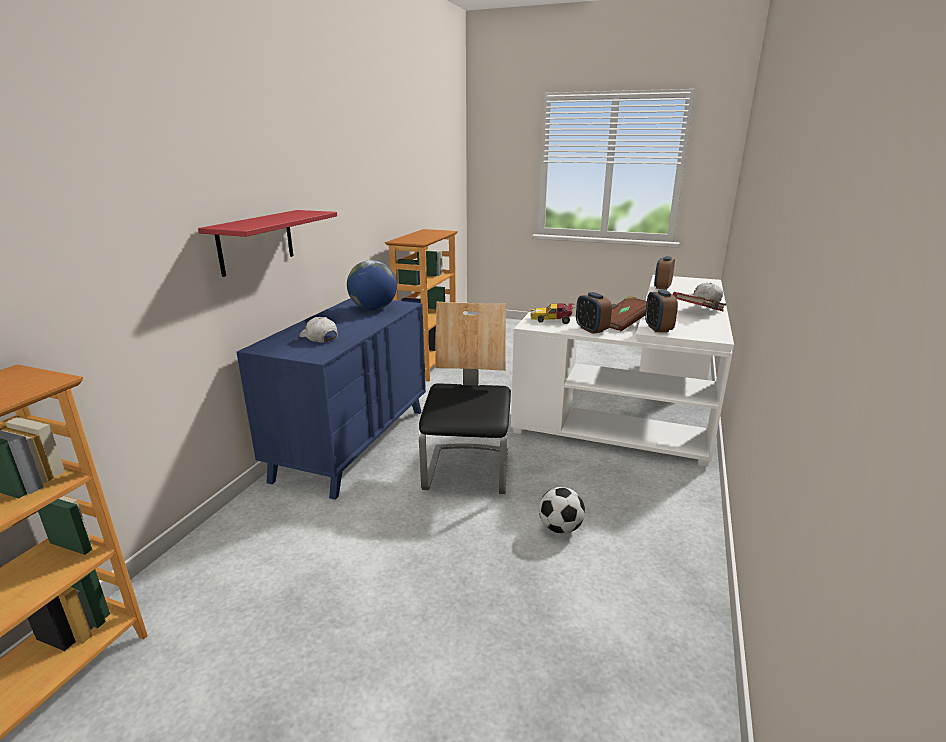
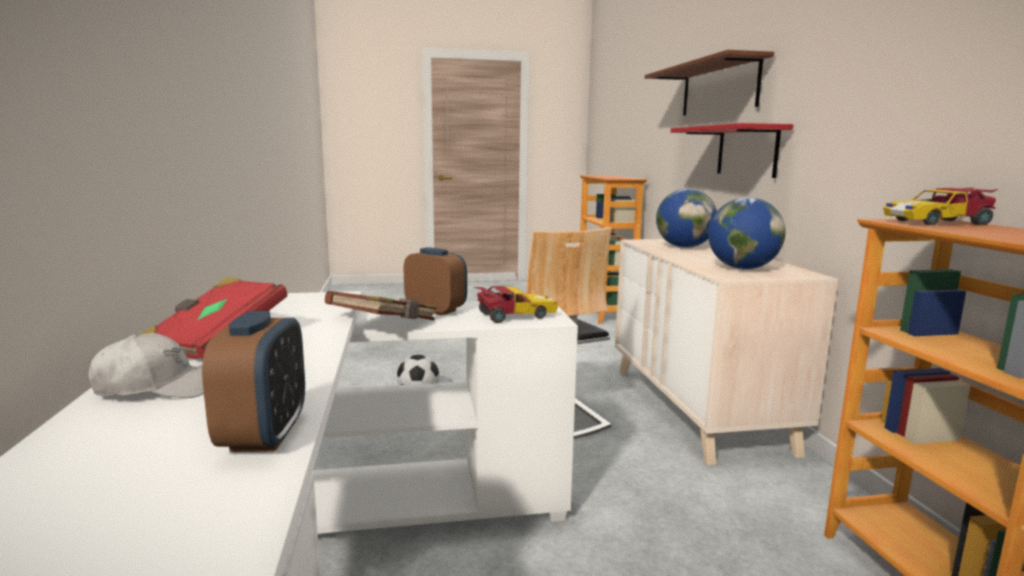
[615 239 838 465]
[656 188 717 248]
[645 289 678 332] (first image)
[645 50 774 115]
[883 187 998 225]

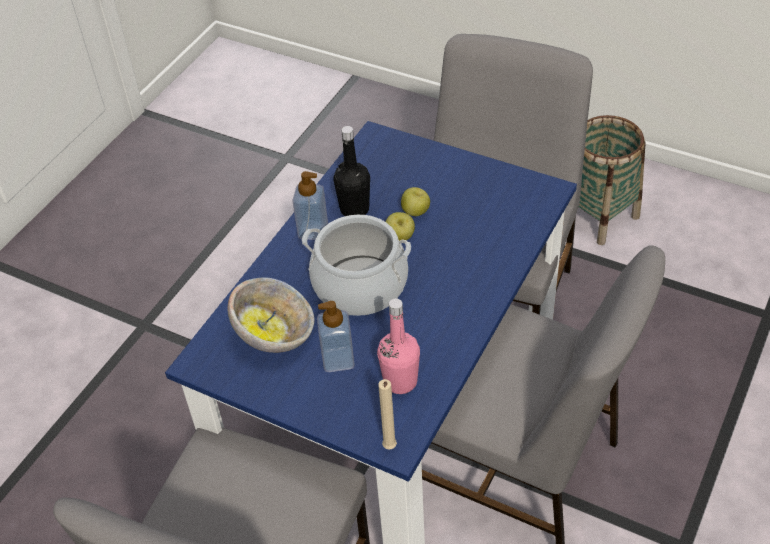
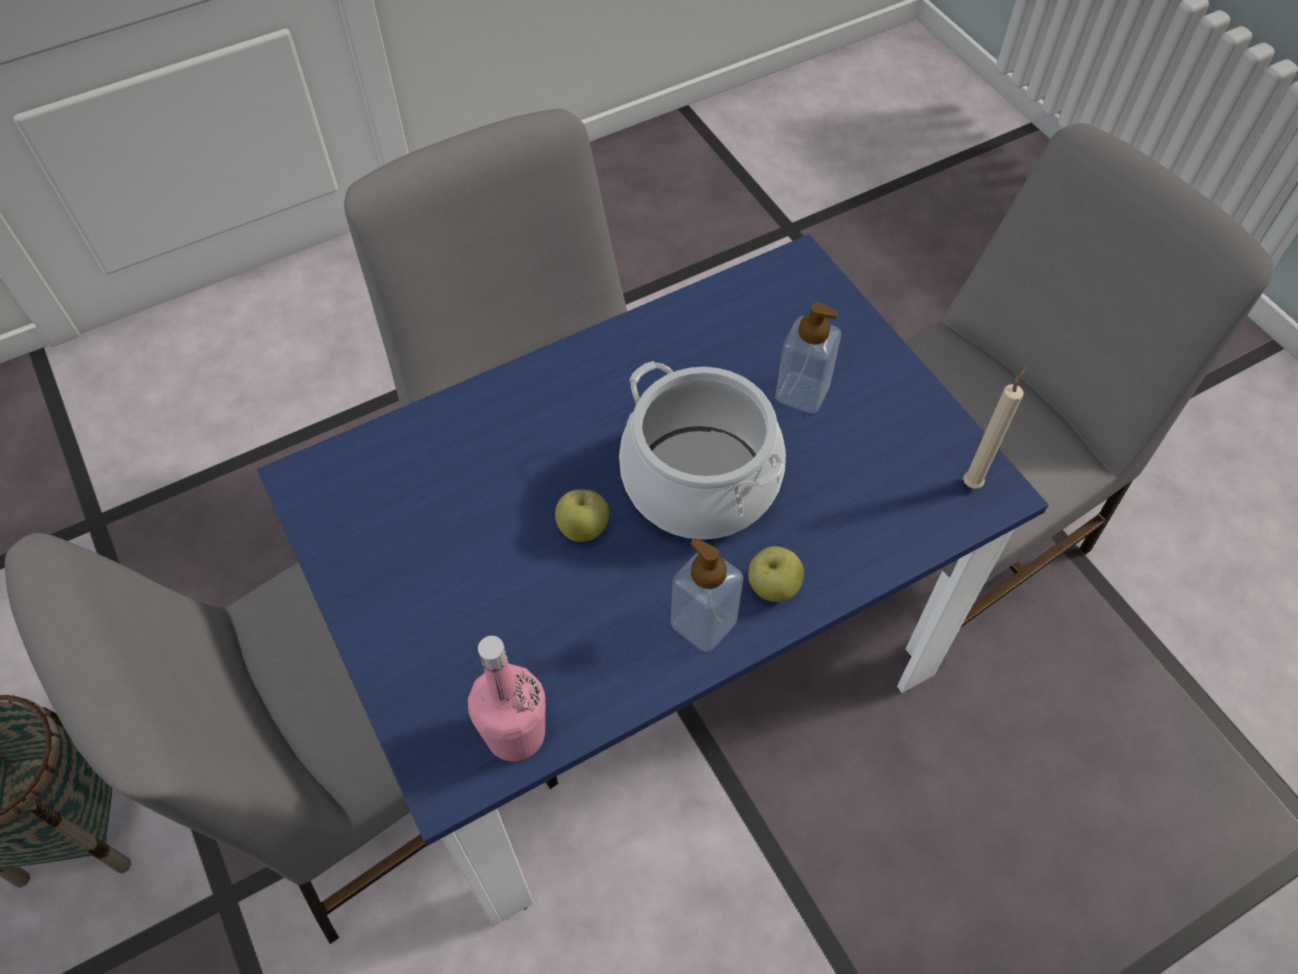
[228 278 314 353] (first image)
[333 126 370 216] (first image)
[468 636 545 762]
[963 366 1027 489]
[748 546 804 602]

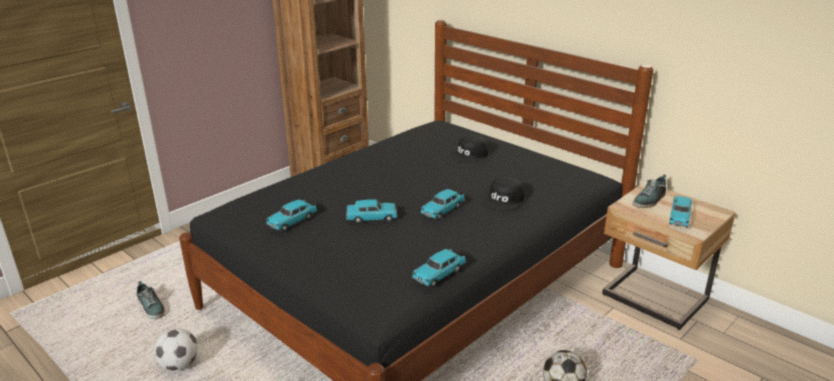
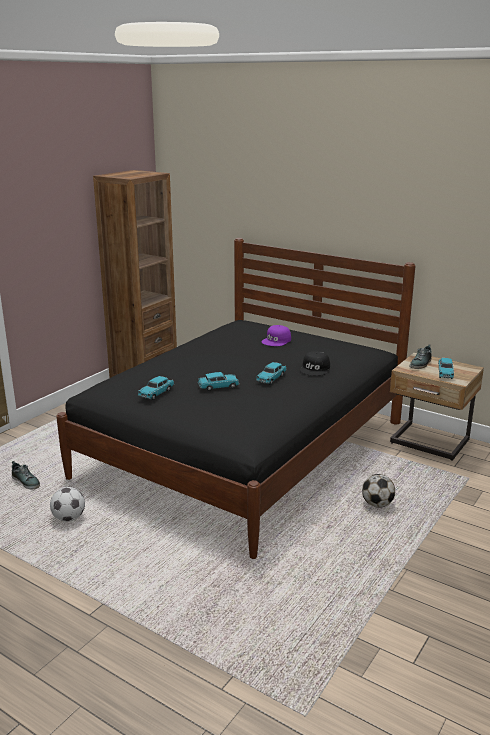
[412 249 466 287] (first image)
[262 325 291 346]

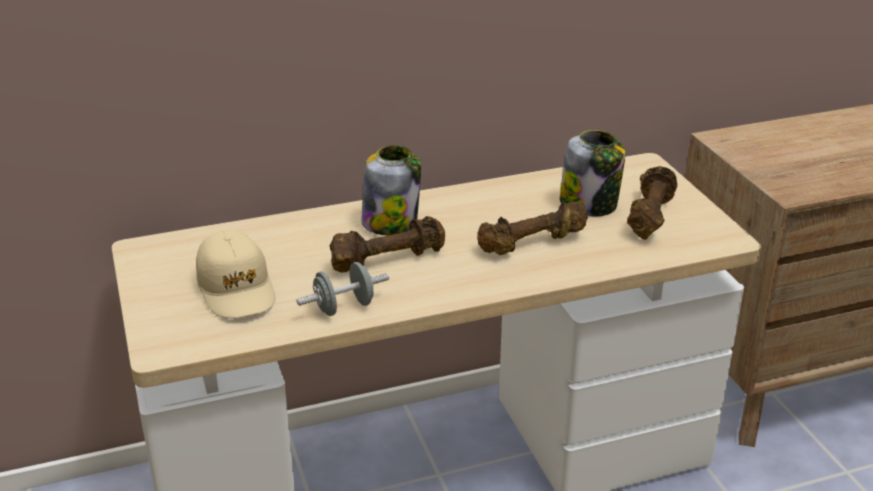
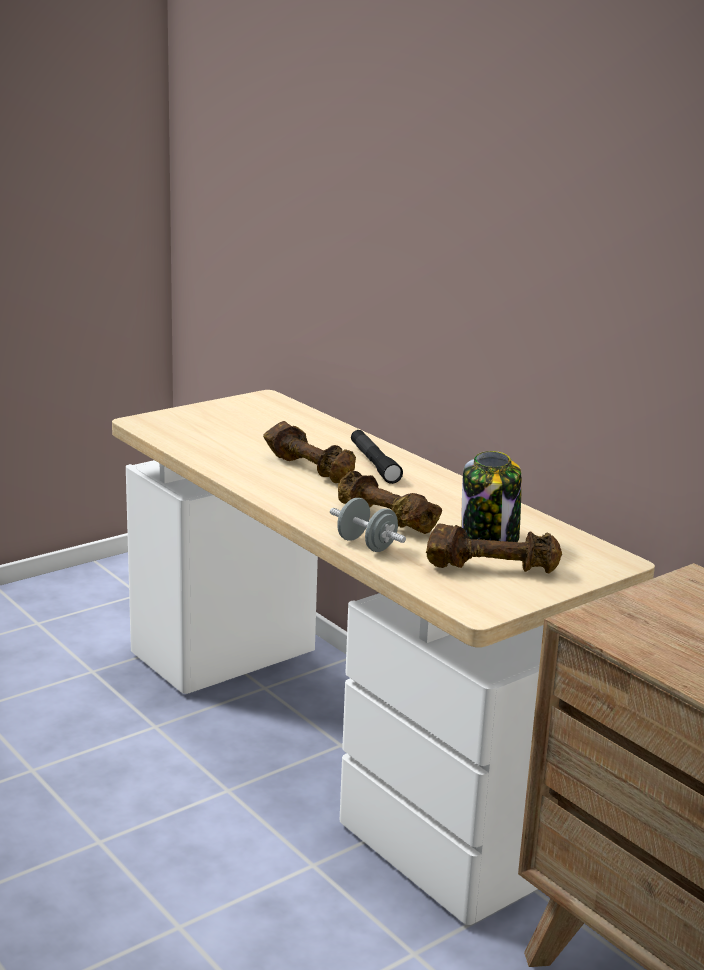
[196 230 275 318] (first image)
[330 498 406 552]
[351 430 403 484]

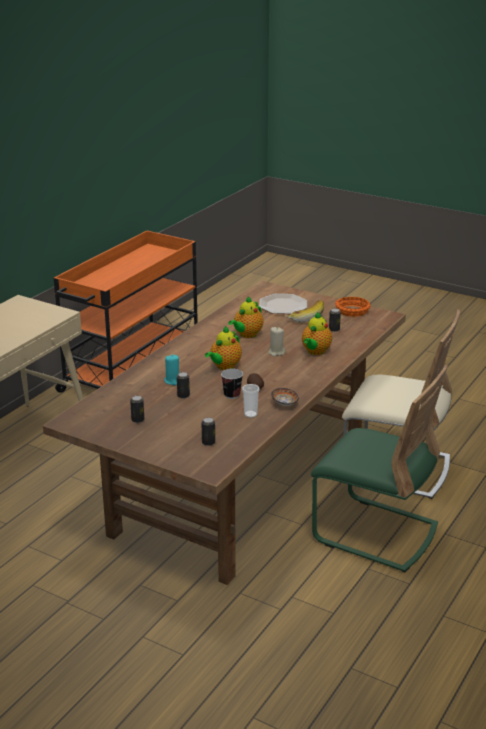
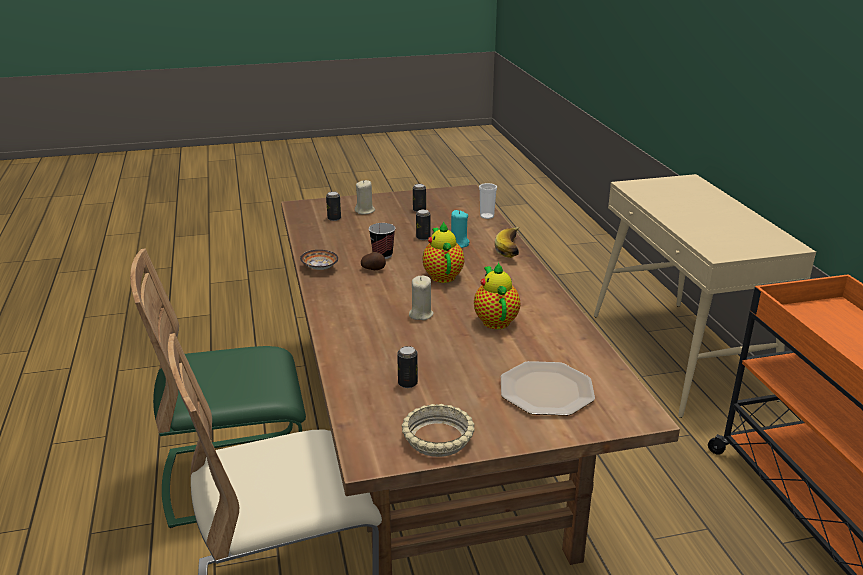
[479 183 497 219]
[495 227 519 258]
[302 312 332 355] (first image)
[402 404 475 457]
[355 180 375 214]

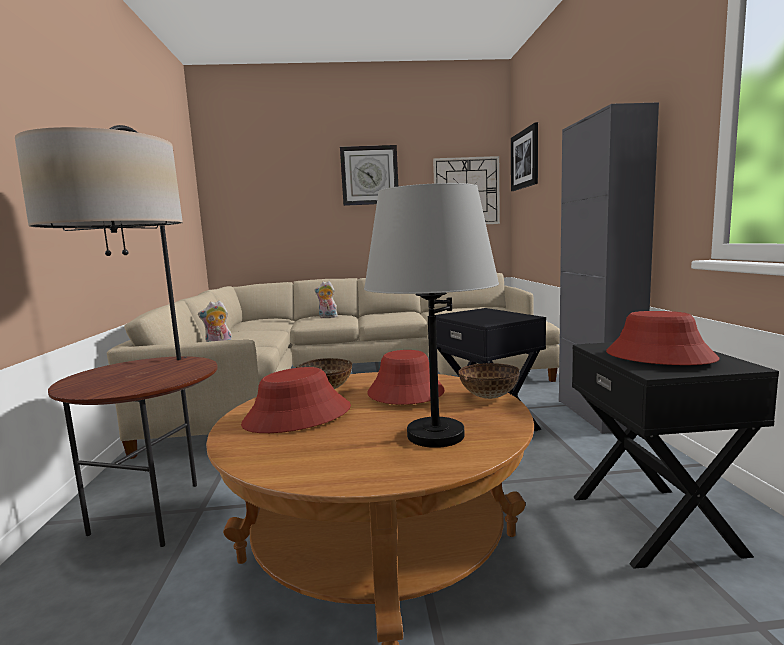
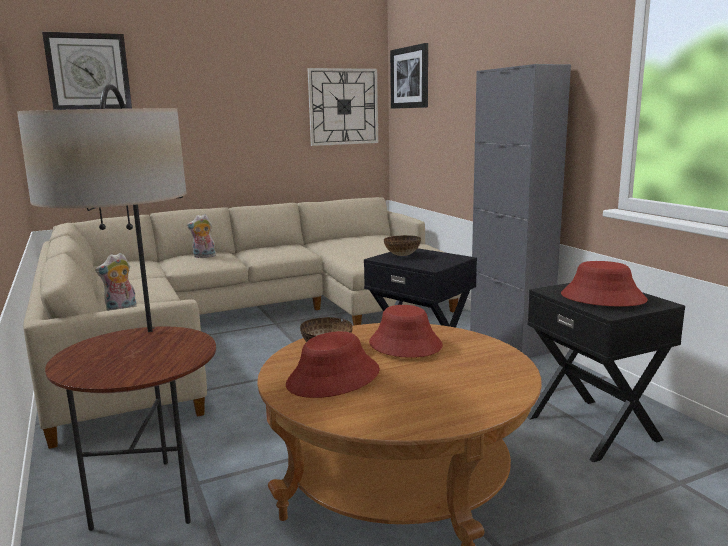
[42 32 132 110]
[364 183 499 448] (first image)
[384 235 421 256]

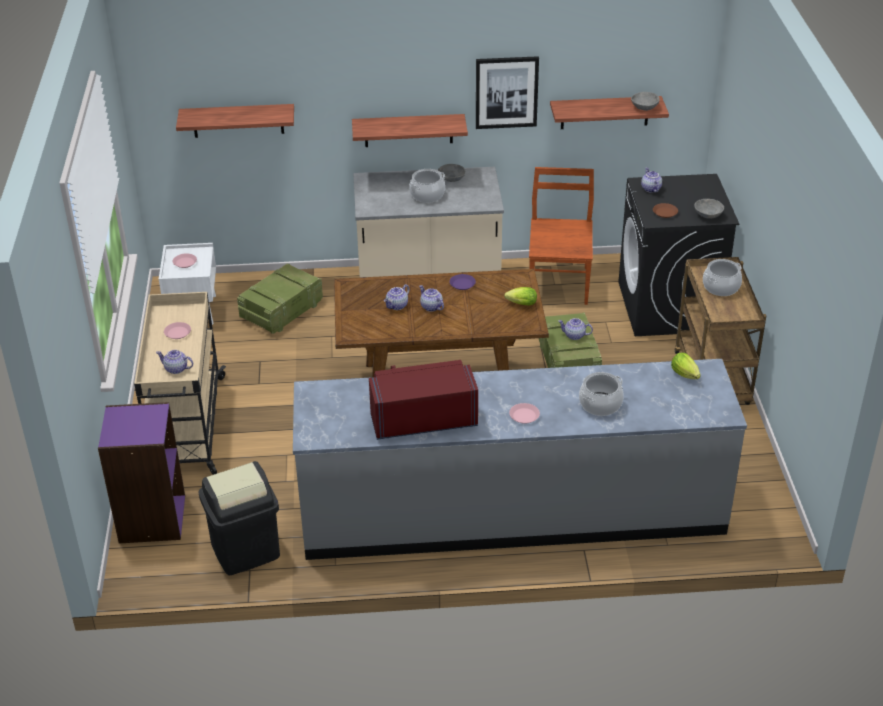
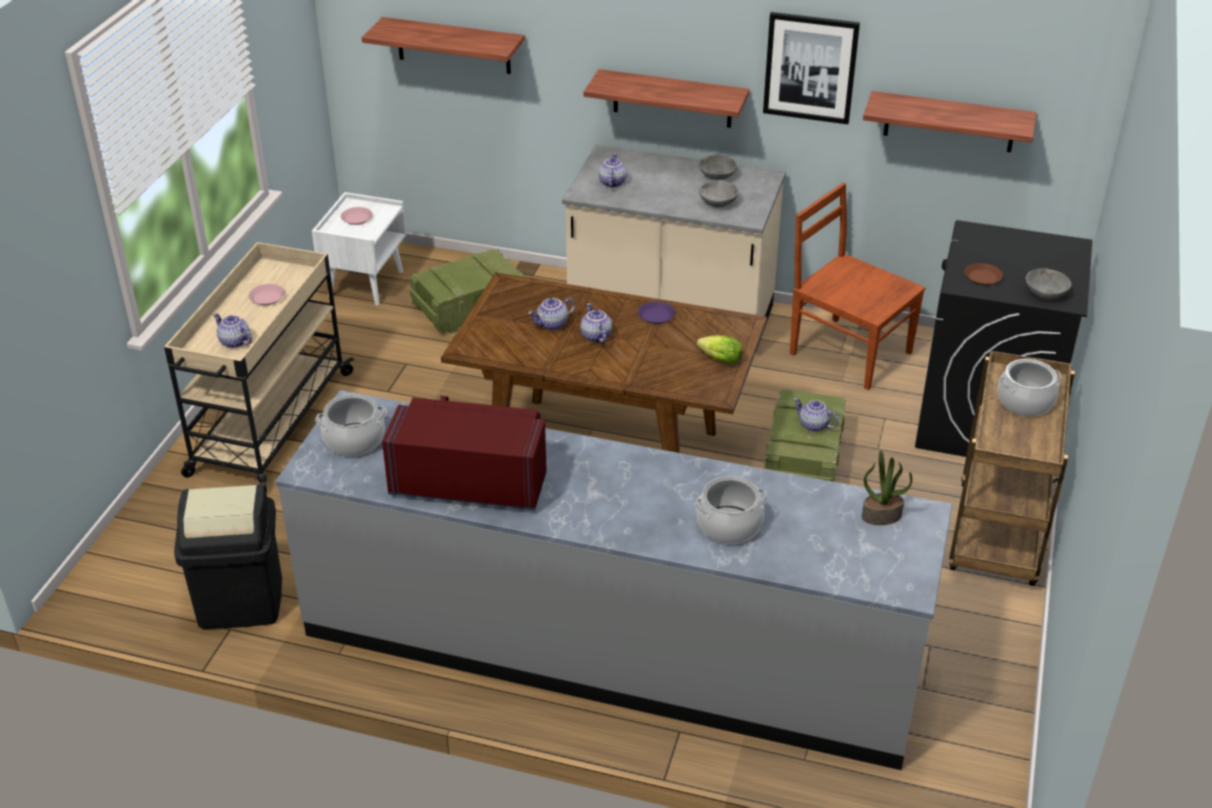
[98 402 185 543] (first image)
[315 394 387 456]
[509 403 540 423] (first image)
[790 183 926 390]
[699 181 739 208]
[598 153 627 187]
[862 450 912 525]

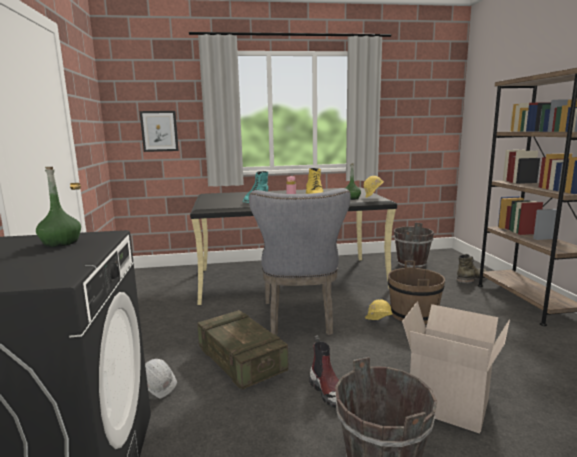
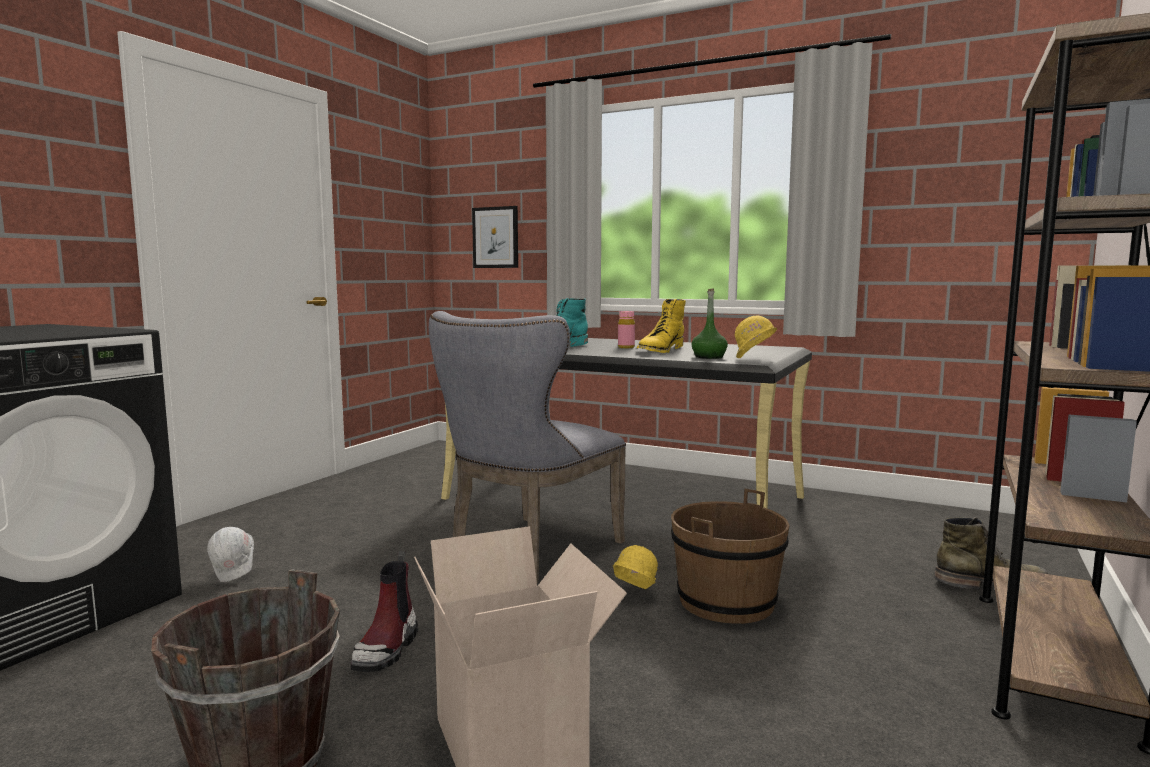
[36 167 81 247] (first image)
[197 310 288 390] (first image)
[394 222 434 269] (first image)

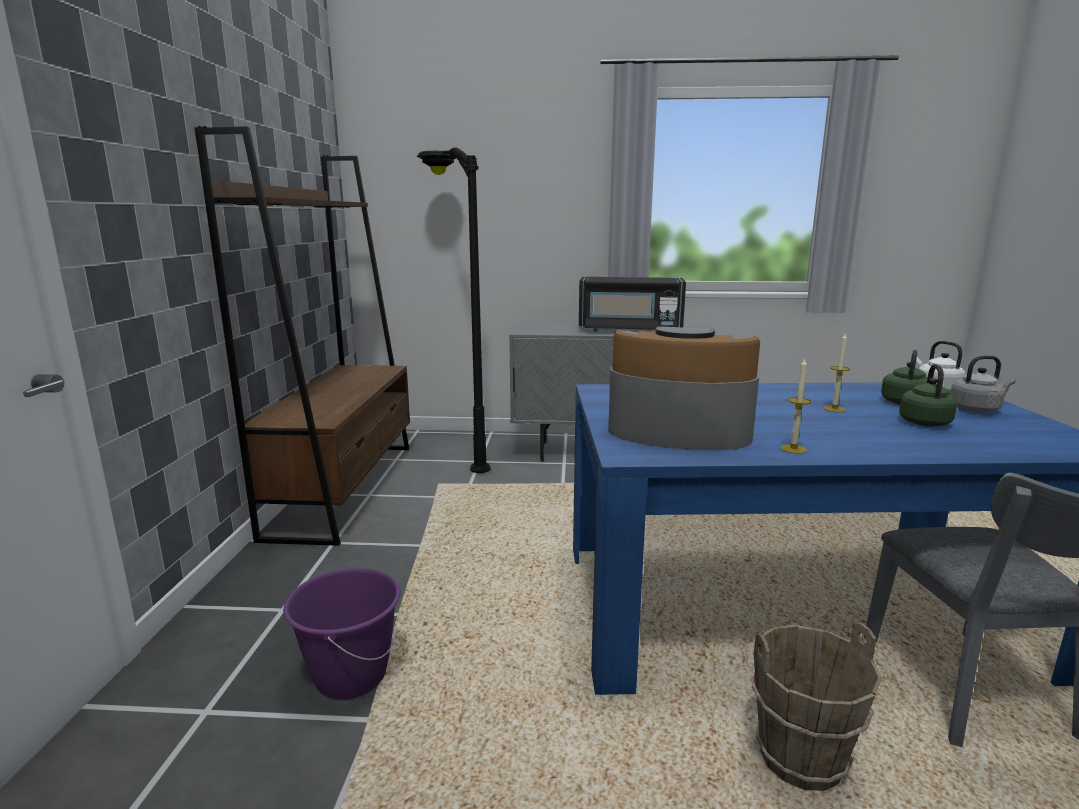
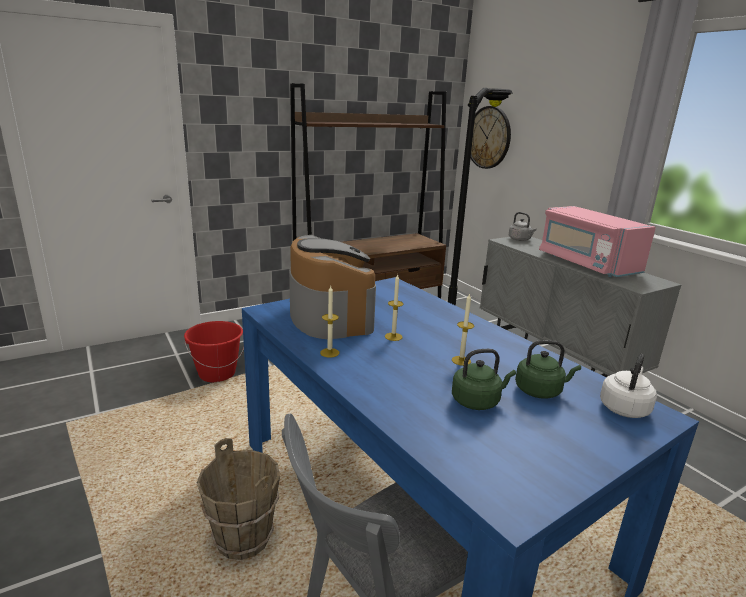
[184 321 244 383]
[539 206 656 277]
[509 212 537 241]
[385 274 403 341]
[471 106 511 169]

